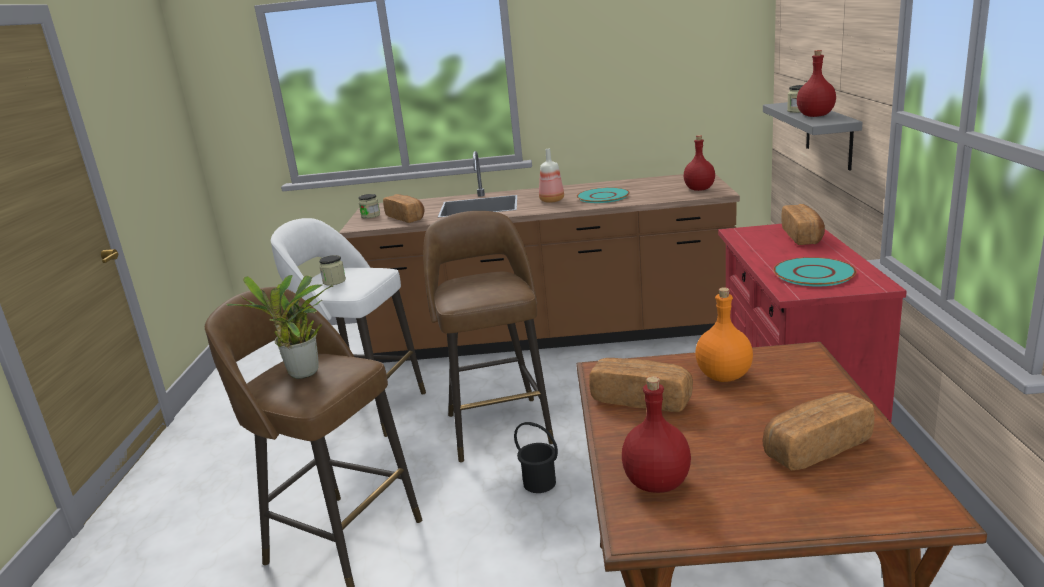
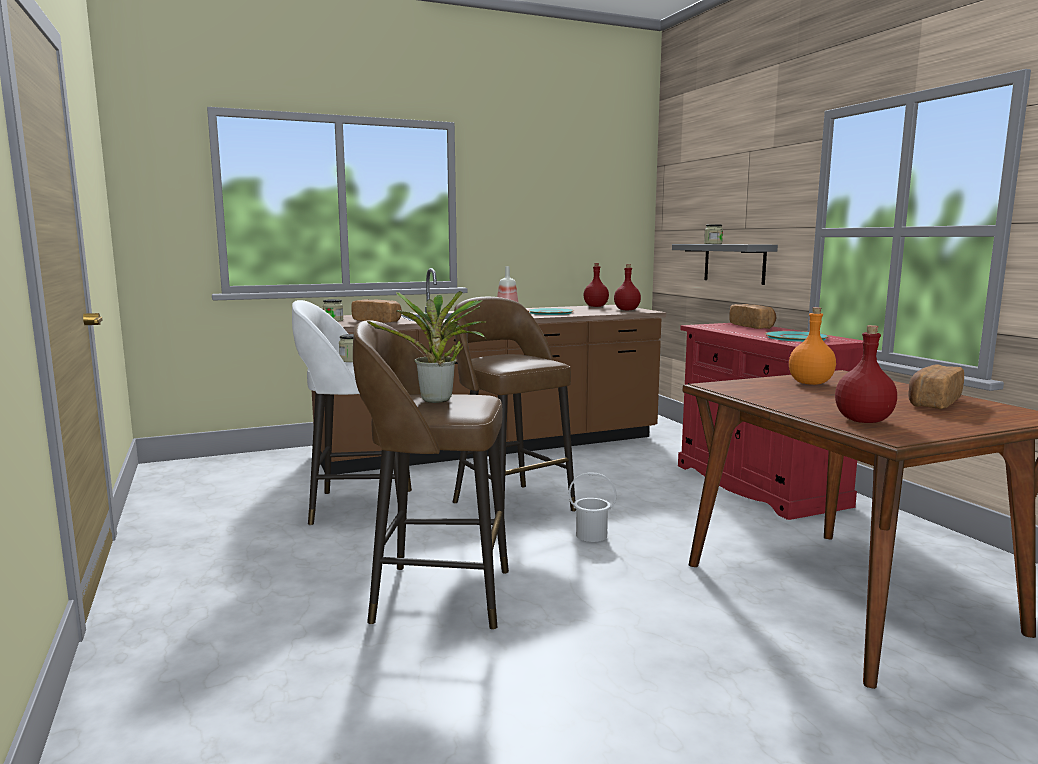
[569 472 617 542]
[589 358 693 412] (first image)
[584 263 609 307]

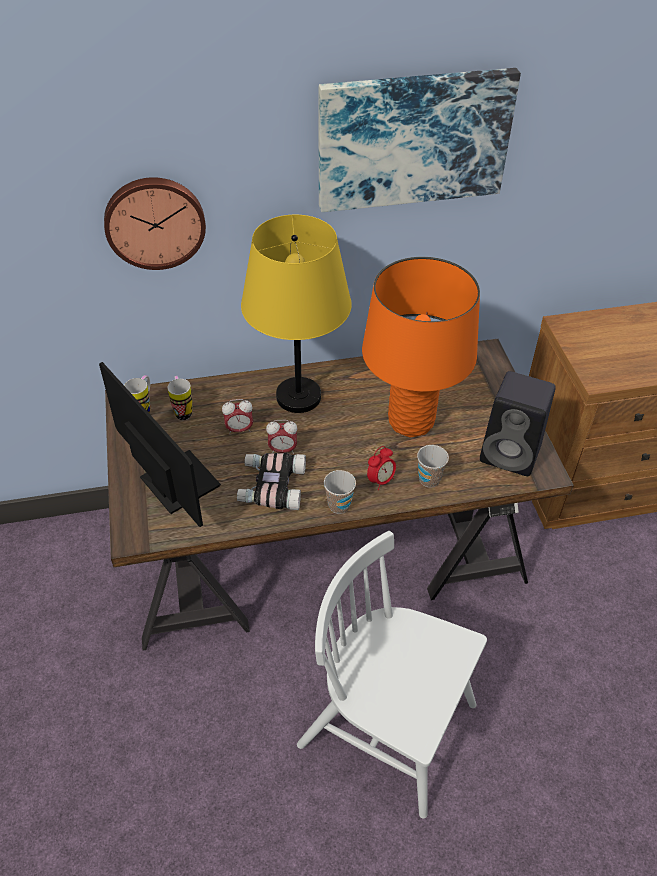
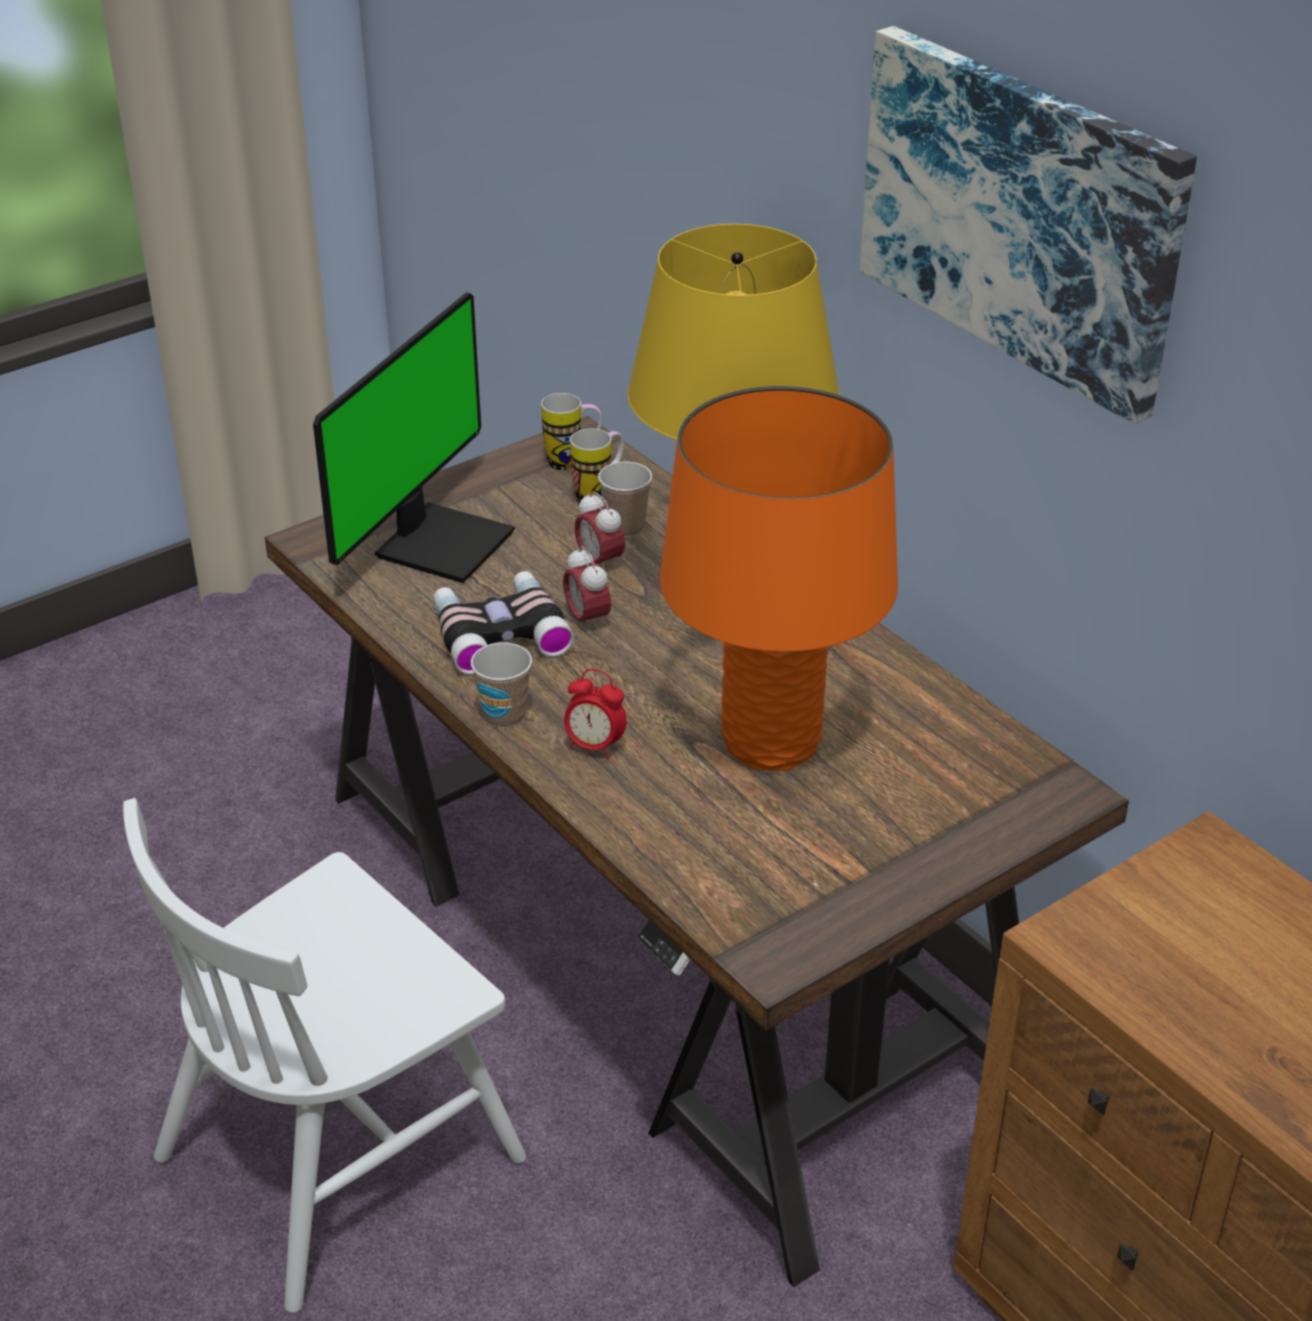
[104 177 206 270] (first image)
[123 798 526 1313]
[598 461 652 538]
[480 371 556 476] (first image)

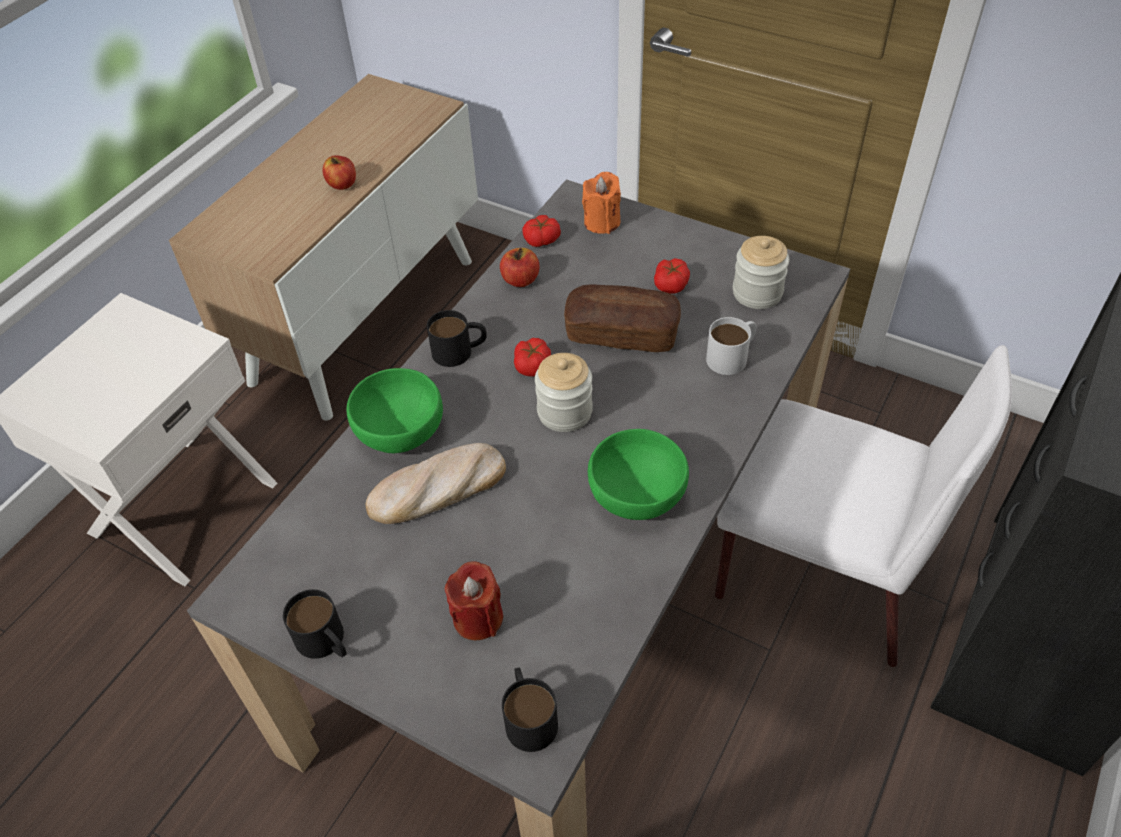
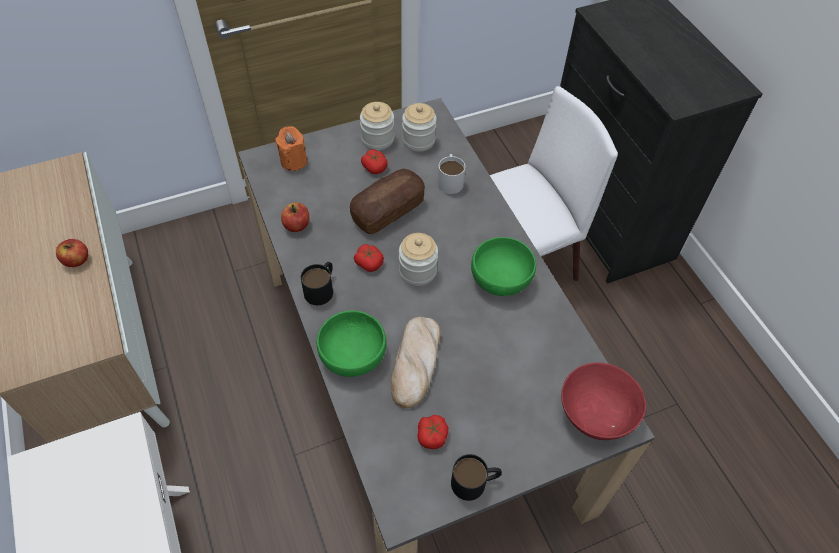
[445 561 503 640] (first image)
[561 362 646 440]
[417 415 448 449]
[360 102 394 150]

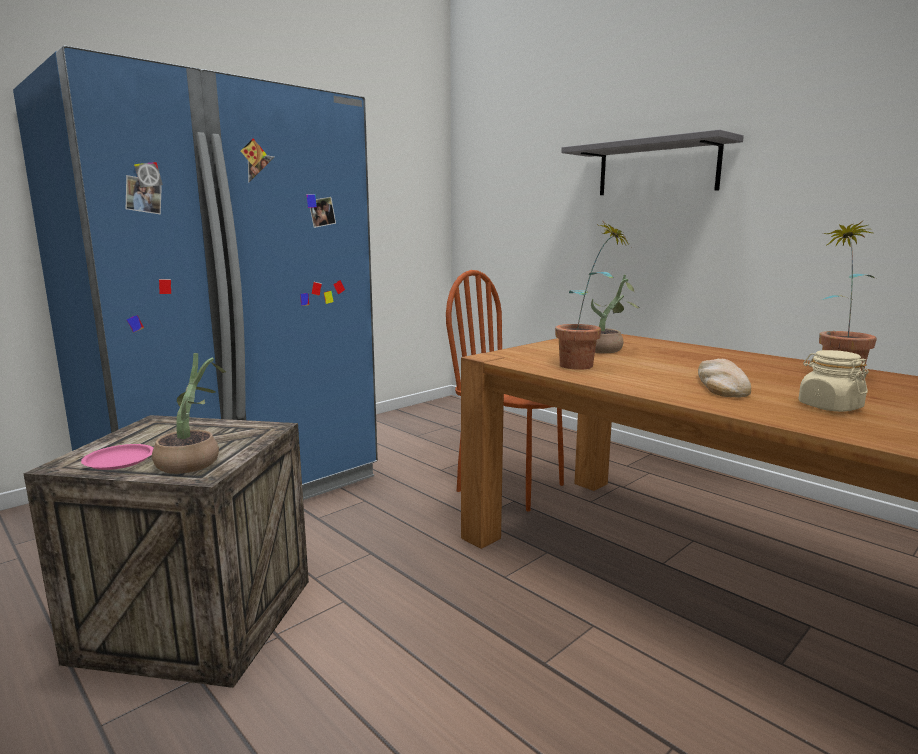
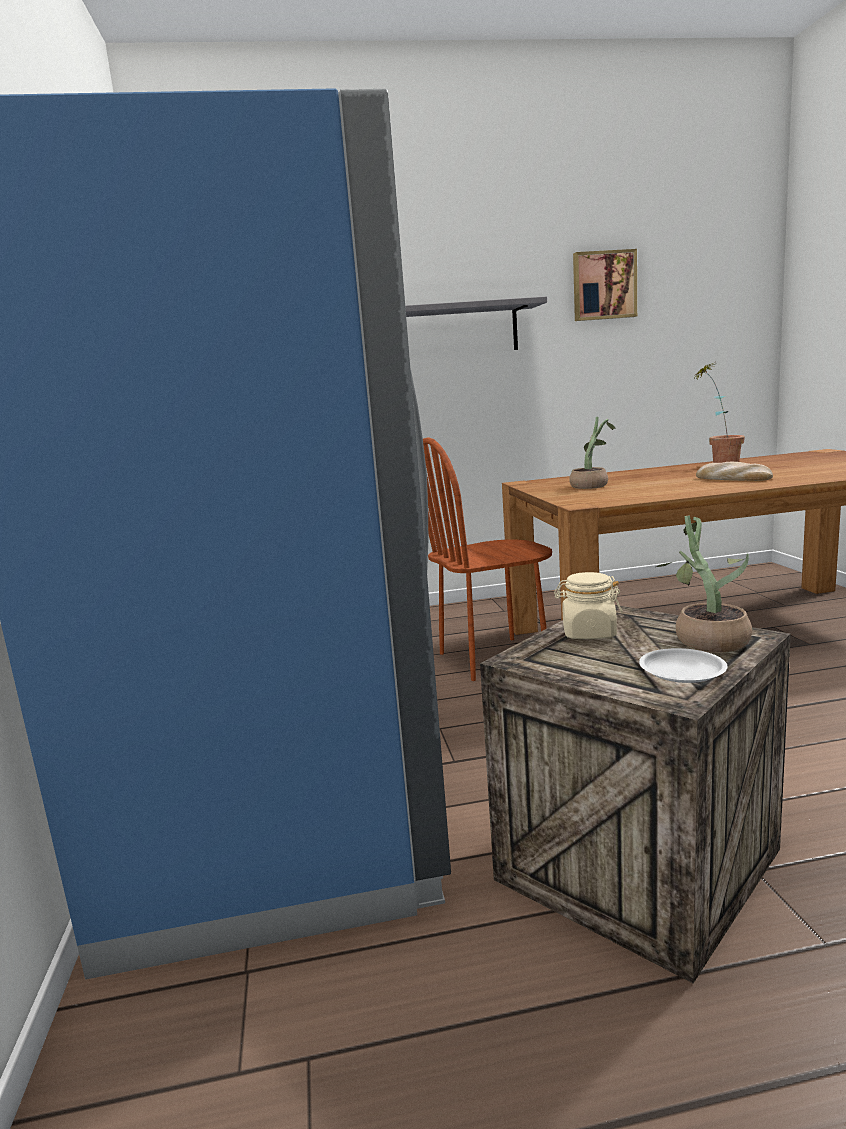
[639 648 728 683]
[555 224 631 370] (first image)
[554 572 623 639]
[573 249 637 321]

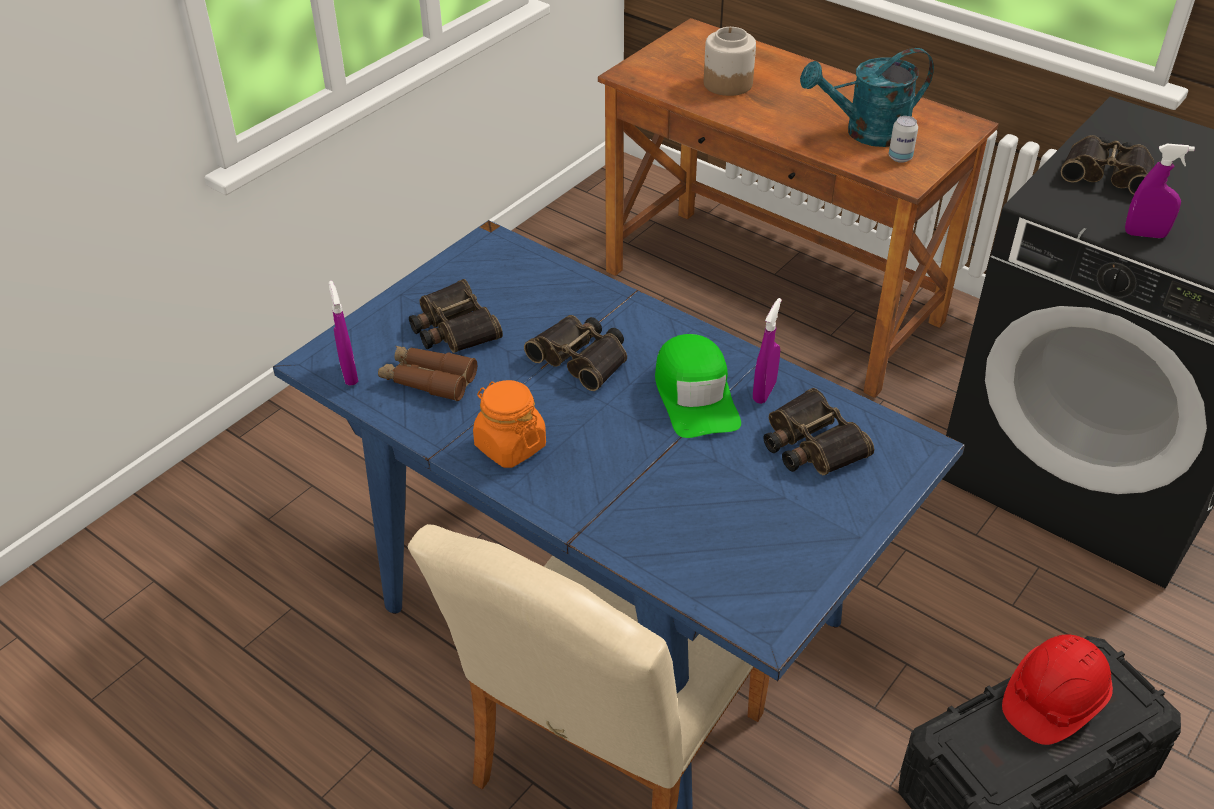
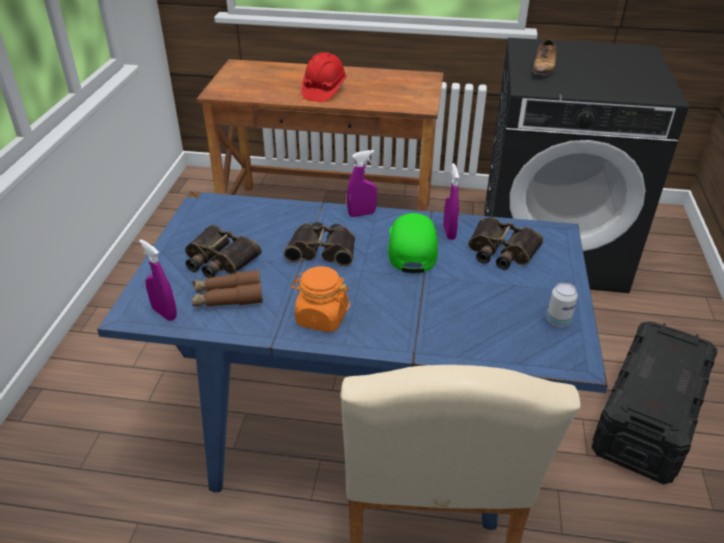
[388 213 438 273]
[704 27 756 96] (first image)
[800 48 934 147] (first image)
[547 283 578 327]
[301 52 347 102]
[532 39 557 75]
[347 150 377 217]

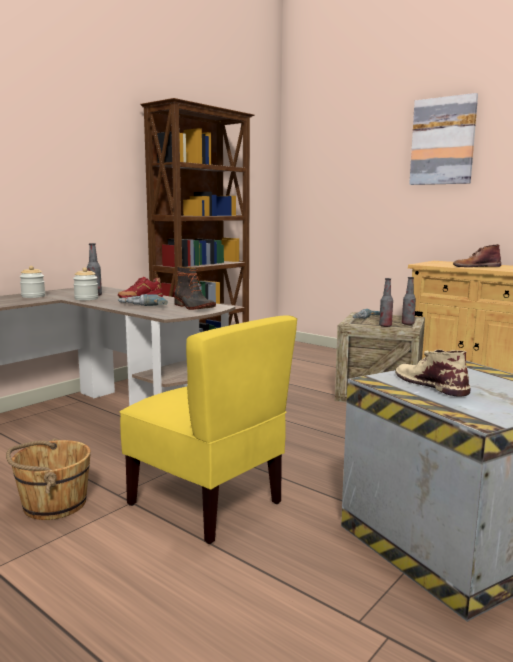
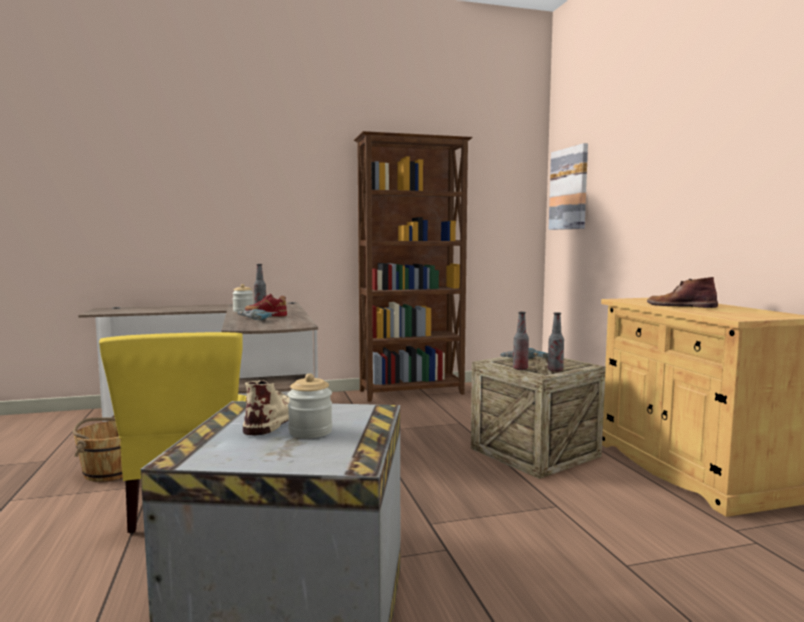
[287 373 333 438]
[174 267 216 310] (first image)
[549 143 588 230]

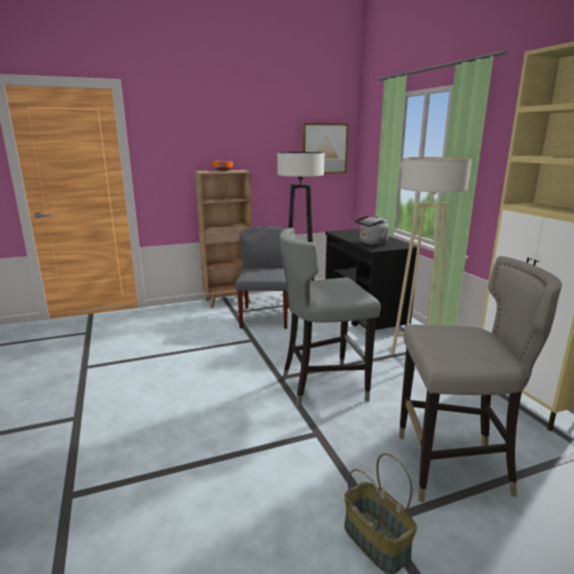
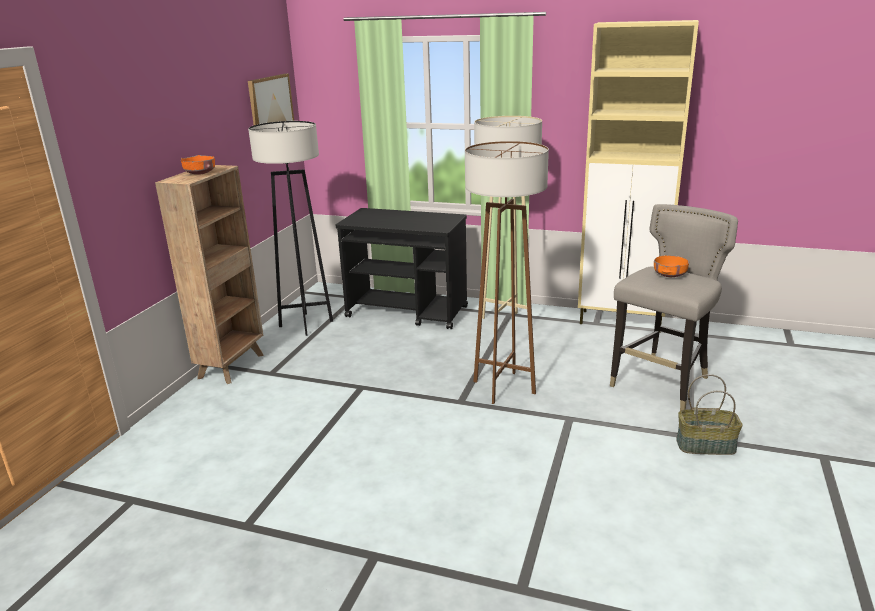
[235 226 289 329] (first image)
[465 141 549 404]
[355 216 389 245] (first image)
[654 255 689 277]

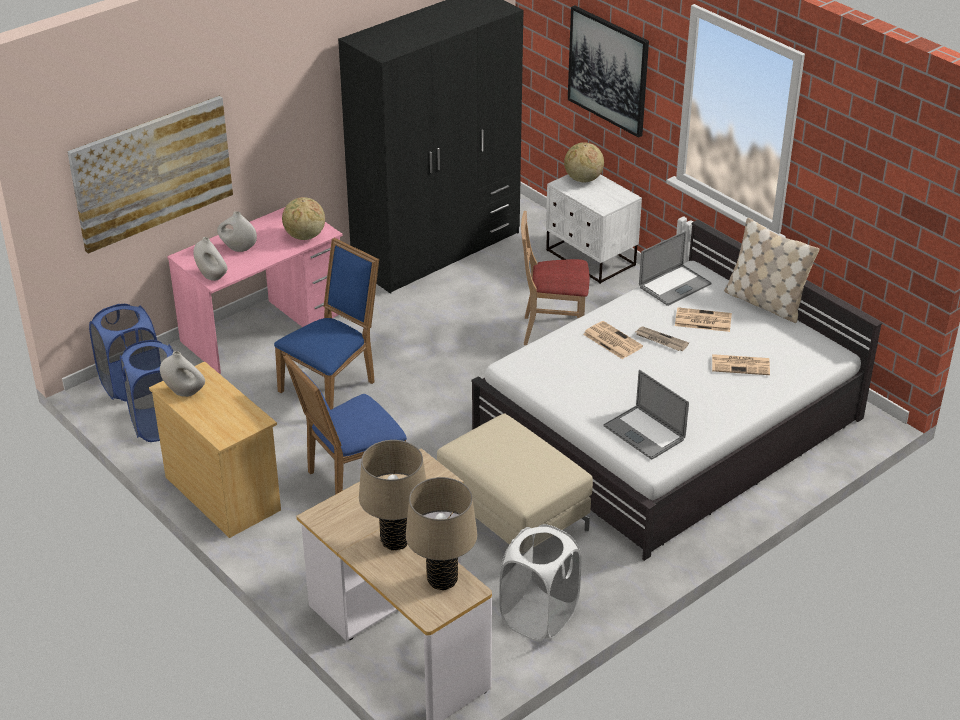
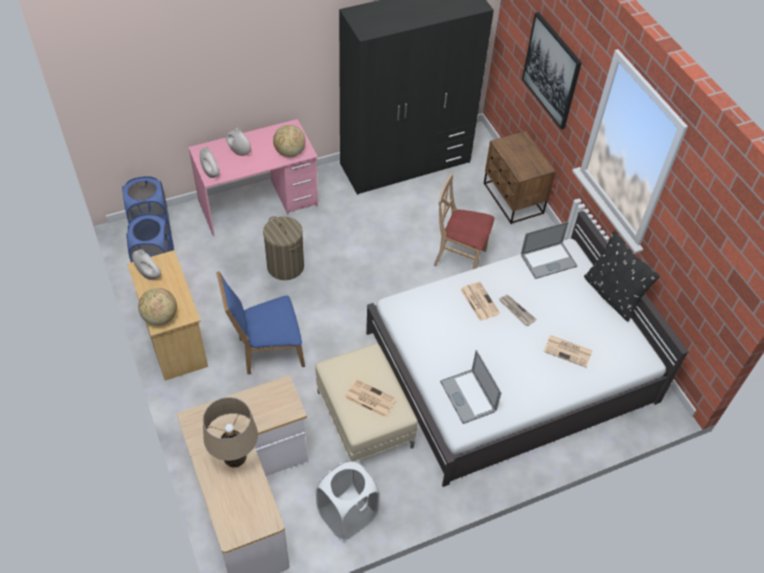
[67 96 233 254] (first image)
[263 216 304 280]
[406 477 477 590] (first image)
[484 131 556 224]
[138 288 177 325]
[345 379 397 418]
[584 231 660 322]

